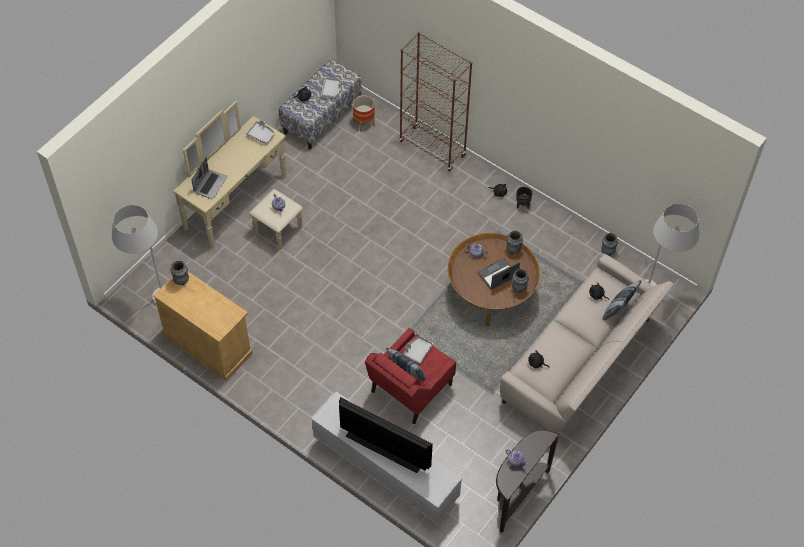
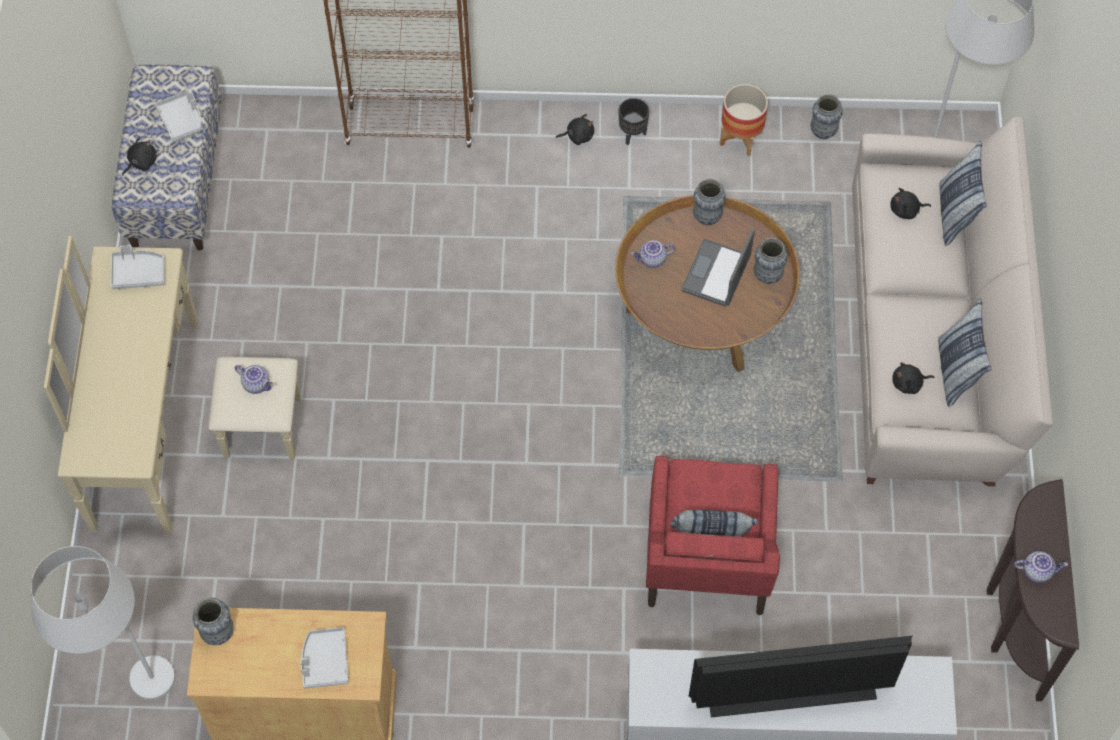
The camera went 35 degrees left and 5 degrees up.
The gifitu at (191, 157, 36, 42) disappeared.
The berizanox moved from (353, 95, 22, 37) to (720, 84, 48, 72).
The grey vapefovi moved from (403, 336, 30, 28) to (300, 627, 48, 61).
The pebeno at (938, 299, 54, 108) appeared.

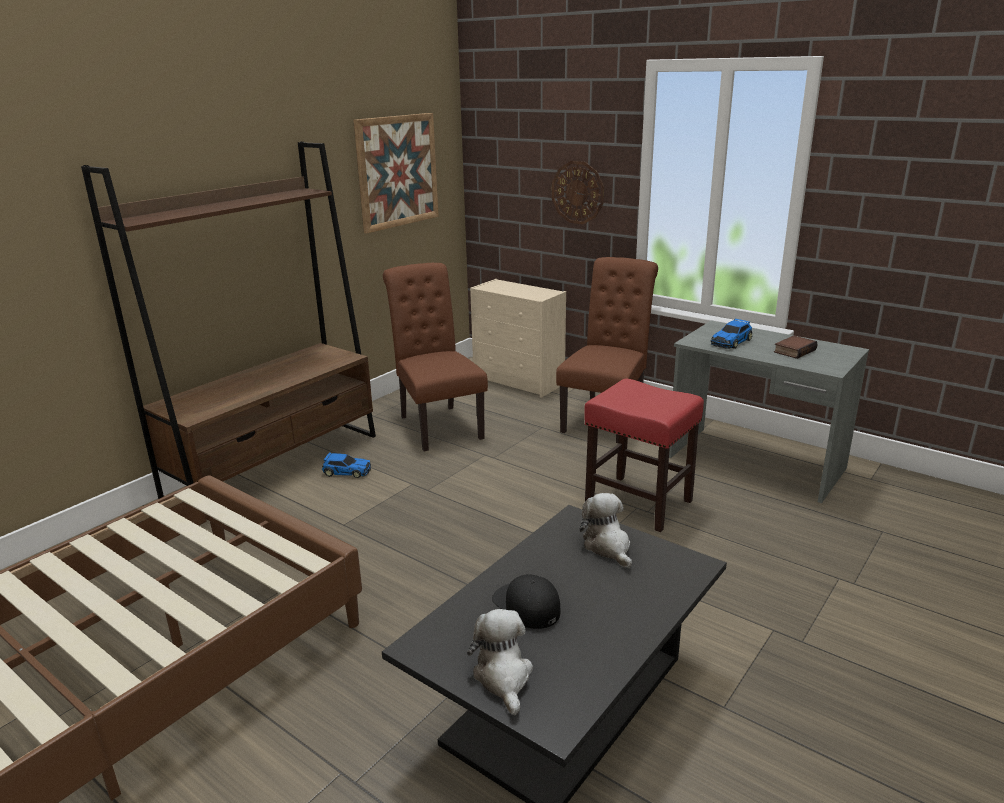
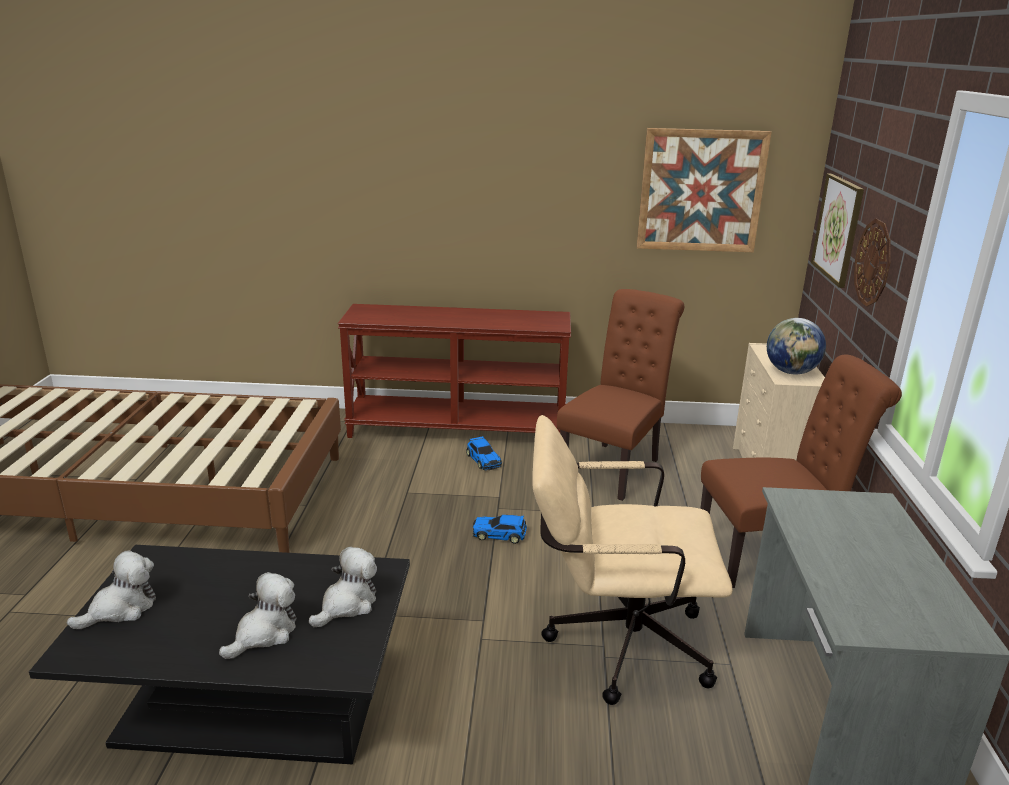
The camera went 55 degrees right and 0 degrees up.
The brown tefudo at (81, 141, 295, 358) was replaced by the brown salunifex at (338, 304, 233, 134).
The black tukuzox at (492, 574, 68, 55) disappeared.
The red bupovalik at (584, 378, 120, 154) was replaced by the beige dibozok at (532, 415, 201, 290).
The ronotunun moved from (711, 318, 41, 31) to (473, 515, 54, 29).
The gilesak at (774, 335, 44, 24) disappeared.
The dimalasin at (219, 572, 77, 87) appeared.
The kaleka at (767, 318, 59, 56) appeared.
The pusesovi at (811, 174, 53, 114) appeared.

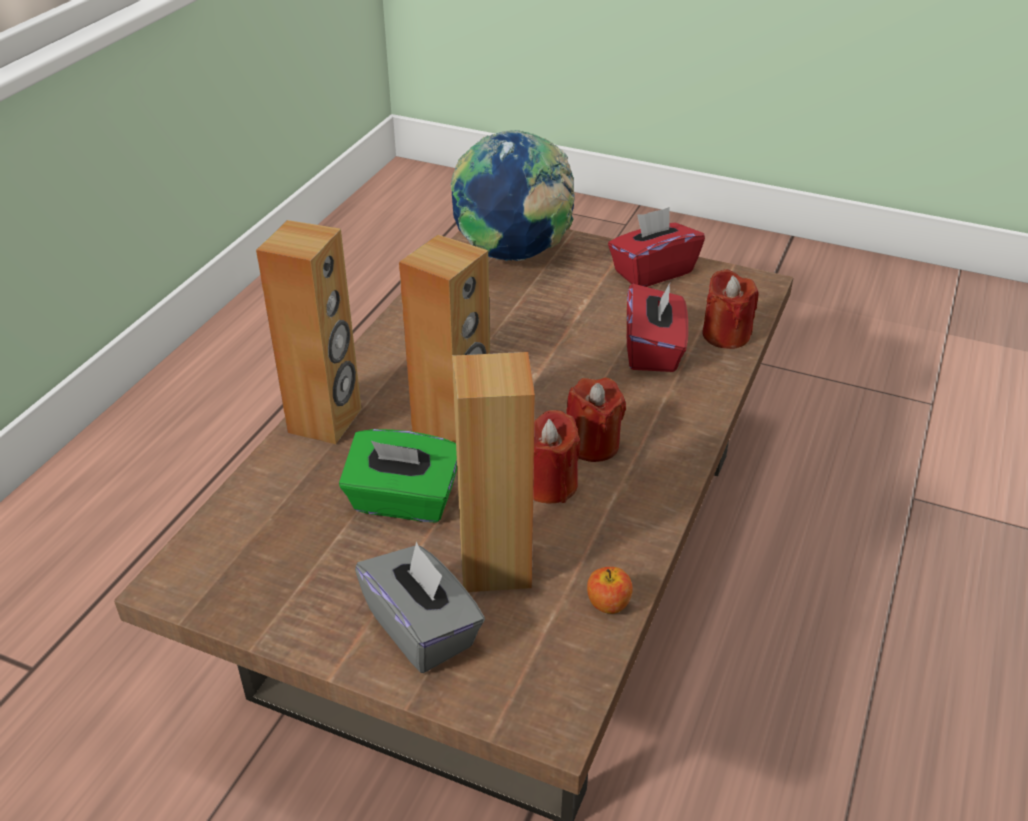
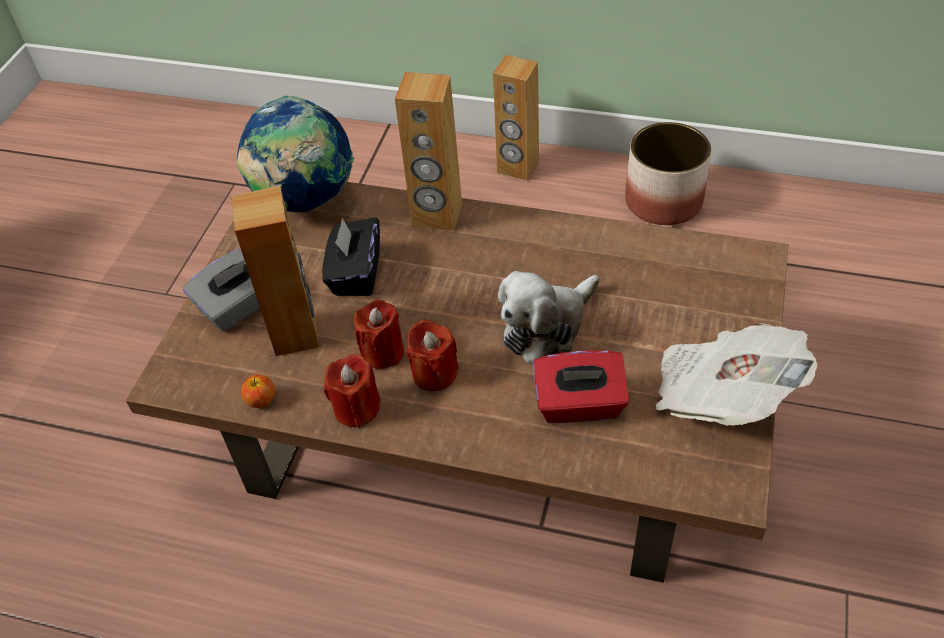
The camera went 85 degrees right and 10 degrees up.
The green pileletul at (339, 429, 118, 94) became the black pileletul at (322, 217, 58, 79).
The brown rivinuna moved from (399, 235, 91, 208) to (493, 55, 46, 126).
The kaleka moved from (451, 130, 124, 131) to (237, 96, 118, 116).
The red pileletul at (608, 207, 97, 80) was replaced by the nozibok at (656, 323, 161, 103).
The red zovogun moved from (702, 269, 57, 80) to (324, 354, 57, 74).
The dimalasin at (498, 271, 101, 94) appeared.
The berizanox at (625, 122, 87, 103) appeared.

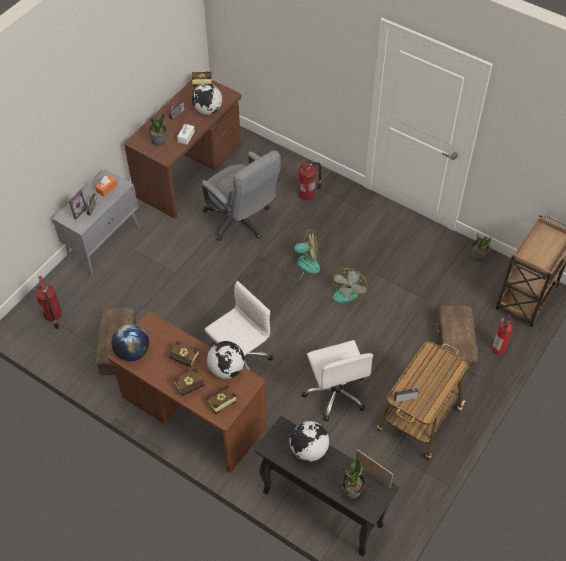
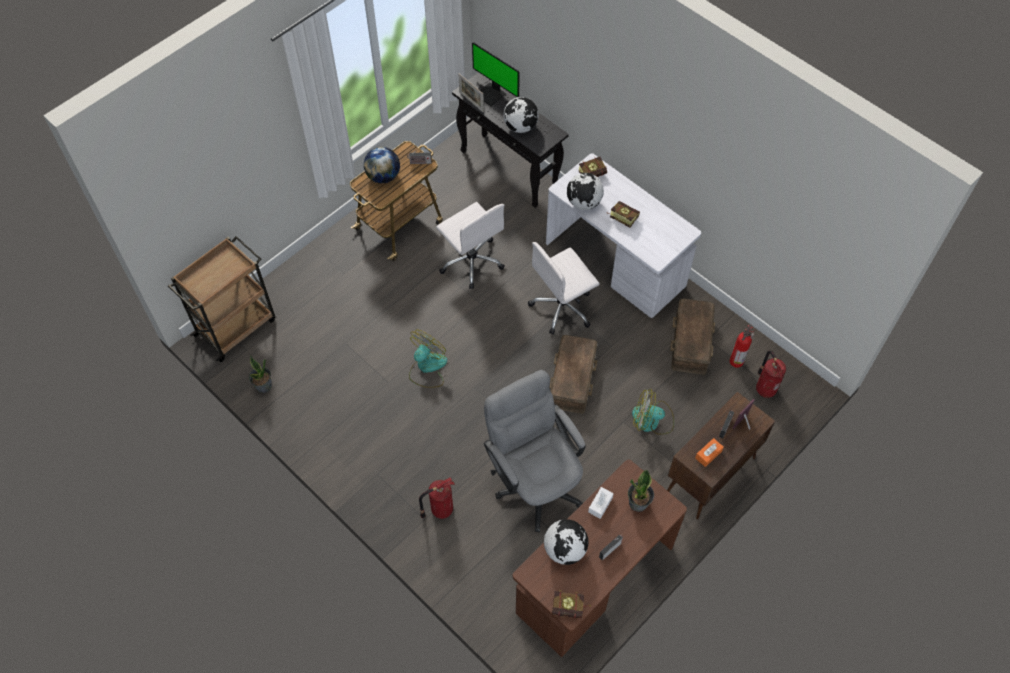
The camera went 170 degrees left and 5 degrees up.
The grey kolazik at (52, 169, 88, 107) became the brown kolazik at (667, 392, 108, 127).
The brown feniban at (108, 312, 158, 161) became the white feniban at (546, 153, 155, 165).
The kaleka moved from (112, 324, 37, 37) to (364, 147, 36, 36).
The gilesak at (174, 368, 31, 28) disappeared.
The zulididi moved from (284, 229, 36, 52) to (632, 389, 42, 46).
The white dibozok at (302, 340, 72, 82) turned 150 degrees clockwise.
The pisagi at (341, 458, 25, 41) was replaced by the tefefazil at (472, 42, 48, 64).
The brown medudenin moved from (436, 305, 42, 68) to (550, 335, 47, 79).
The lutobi moved from (492, 315, 21, 40) to (730, 324, 25, 44).

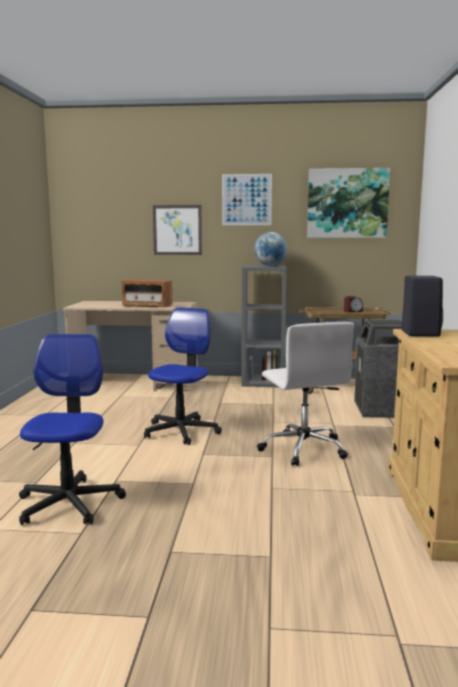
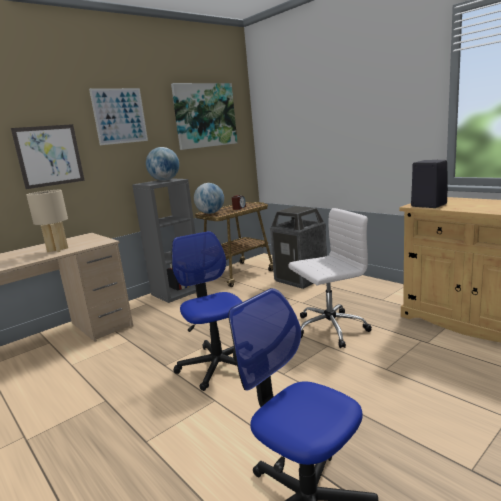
The camera went 45 degrees left and 5 degrees up.
The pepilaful at (121, 279, 51, 29) was replaced by the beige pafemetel at (26, 190, 42, 63).
The white dibozok at (257, 322, 97, 144) turned 45 degrees counterclockwise.
The kaleka at (194, 183, 30, 31) appeared.

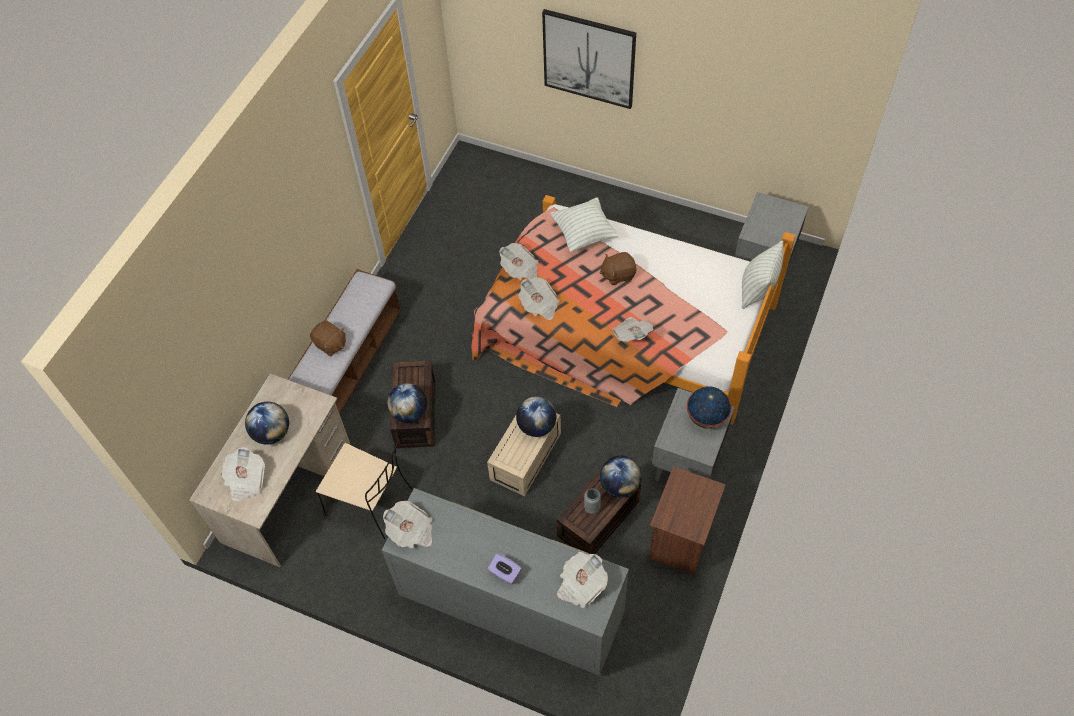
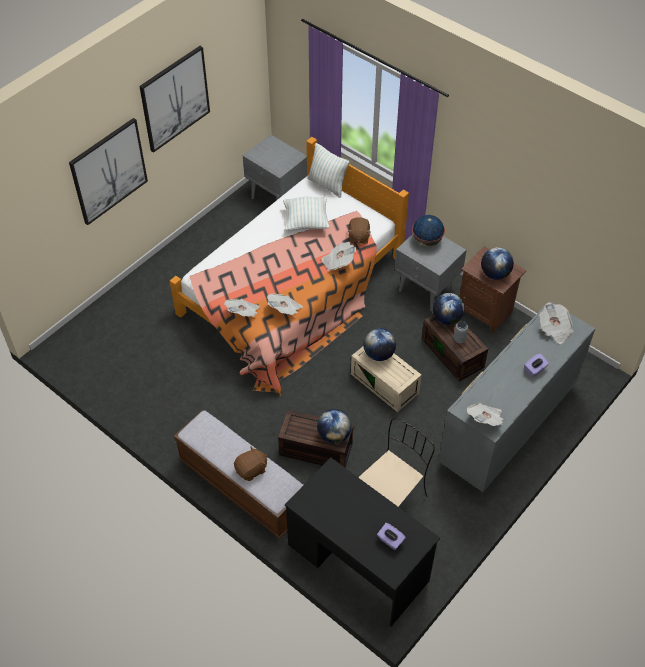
The camera went 75 degrees left and 5 degrees down.
The beige feniban at (189, 374, 161, 193) became the black feniban at (285, 458, 155, 168).
The nozibok at (221, 447, 44, 55) was replaced by the purple pileletul at (377, 523, 29, 27).
The kaleka moved from (245, 402, 44, 43) to (481, 247, 33, 33).
The pebeno moved from (550, 198, 69, 54) to (283, 197, 46, 33).
The brown dimalasin moved from (599, 252, 38, 33) to (347, 217, 24, 27).
The pusesovi at (139, 46, 71, 107) appeared.

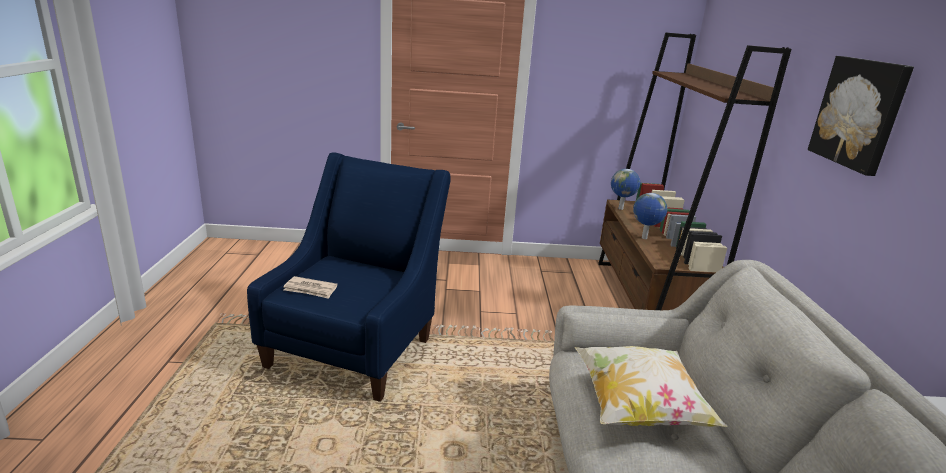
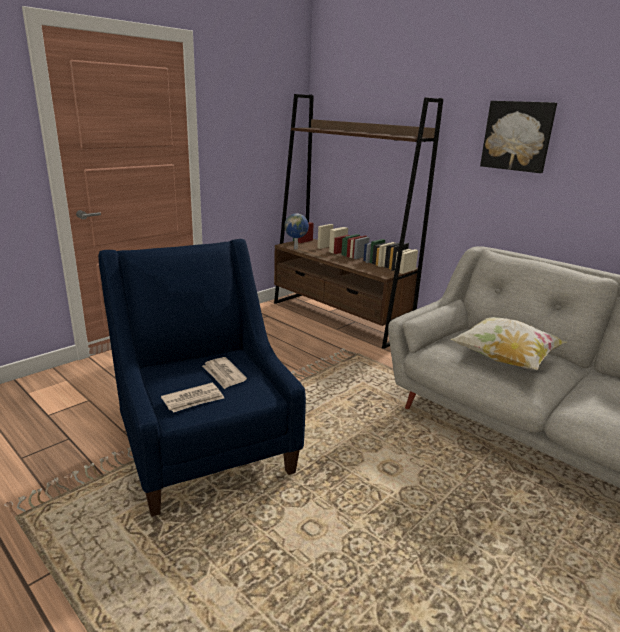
The camera went 45 degrees left and 0 degrees up.
The kaleka at (633, 193, 34, 46) disappeared.
The nozibok at (202, 357, 45, 32) appeared.

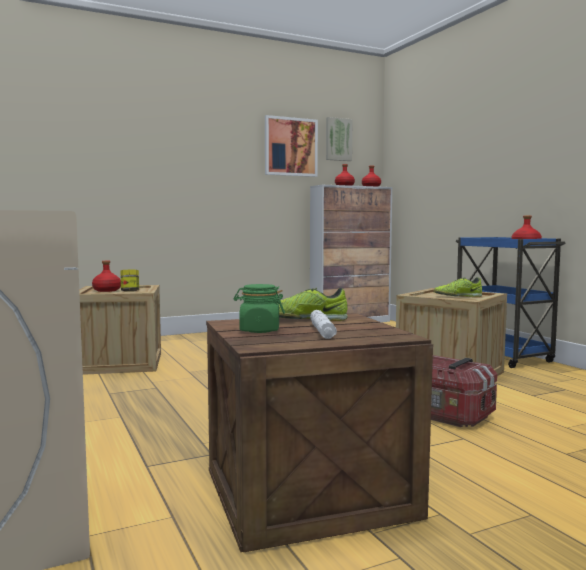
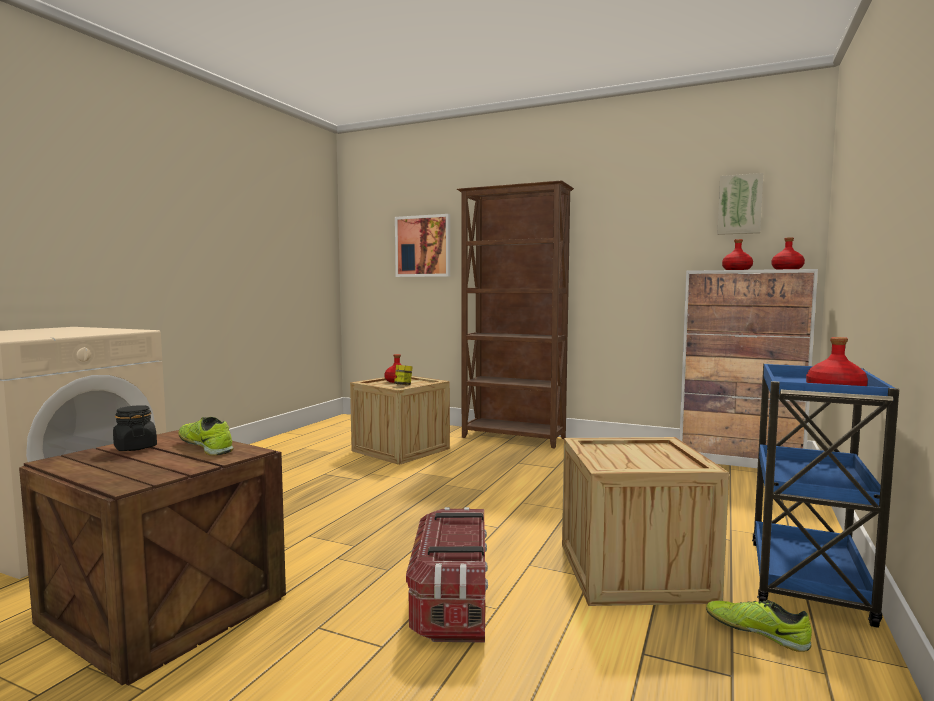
The camera went 50 degrees right and 0 degrees up.
The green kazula at (234, 284, 51, 49) became the black kazula at (113, 405, 44, 46).
The pusesovi moved from (265, 115, 53, 62) to (395, 214, 55, 63).
The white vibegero at (310, 310, 27, 29) disappeared.
The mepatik moved from (433, 277, 49, 20) to (706, 600, 106, 52).
The brown tefudo at (457, 180, 117, 269) appeared.

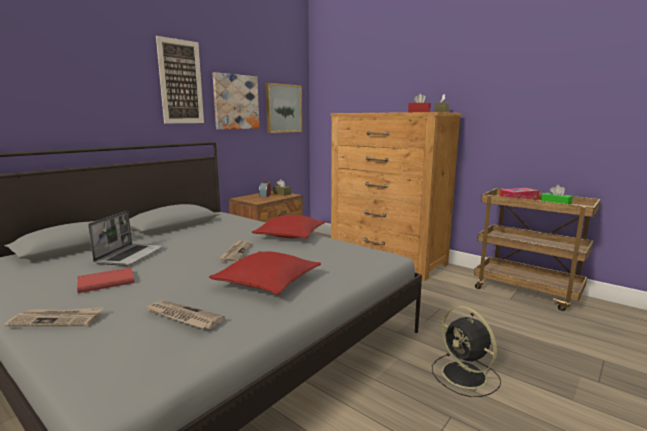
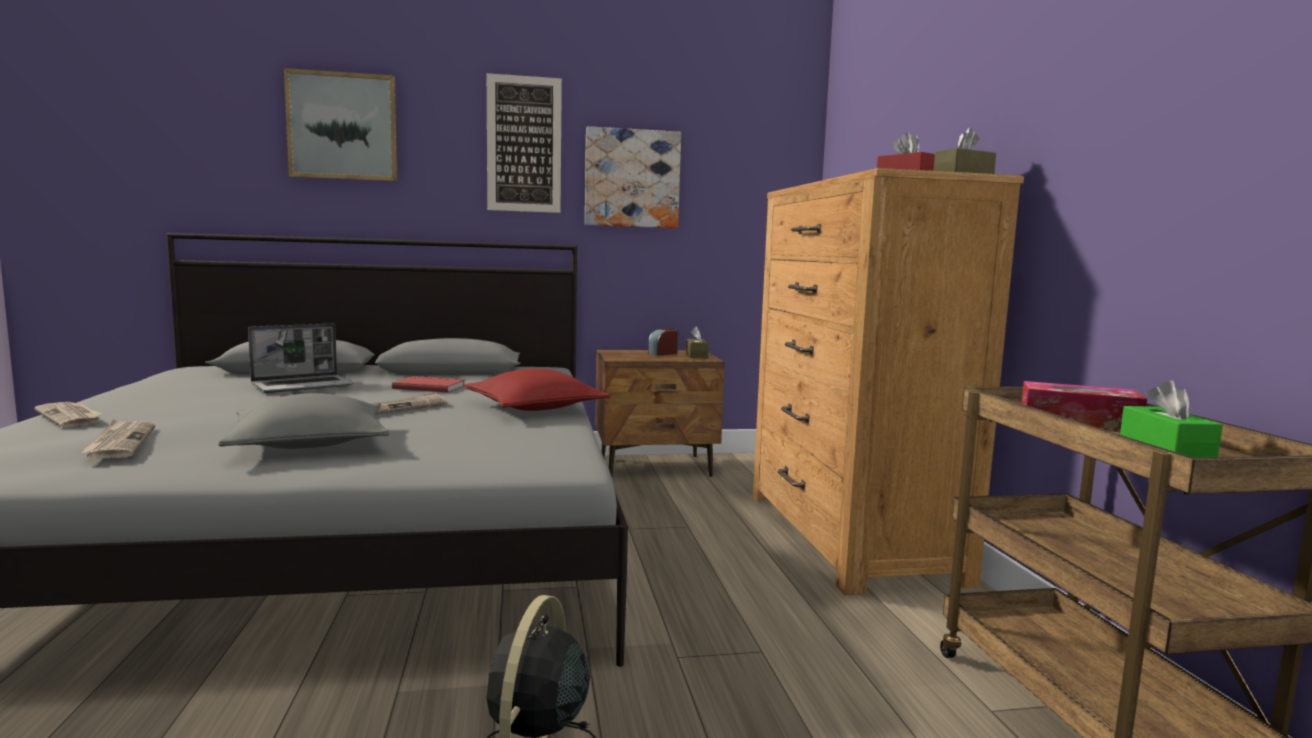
The camera went 40 degrees right and 5 degrees down.
The red gilesak moved from (77, 267, 58, 26) to (392, 376, 74, 16).
The red pebeno at (209, 251, 112, 44) became the grey pebeno at (218, 393, 172, 56).
The pusesovi moved from (266, 83, 36, 50) to (284, 68, 113, 113).

